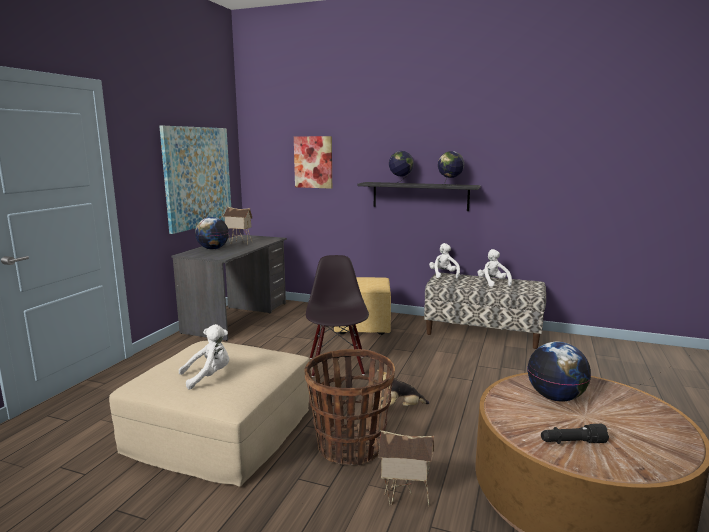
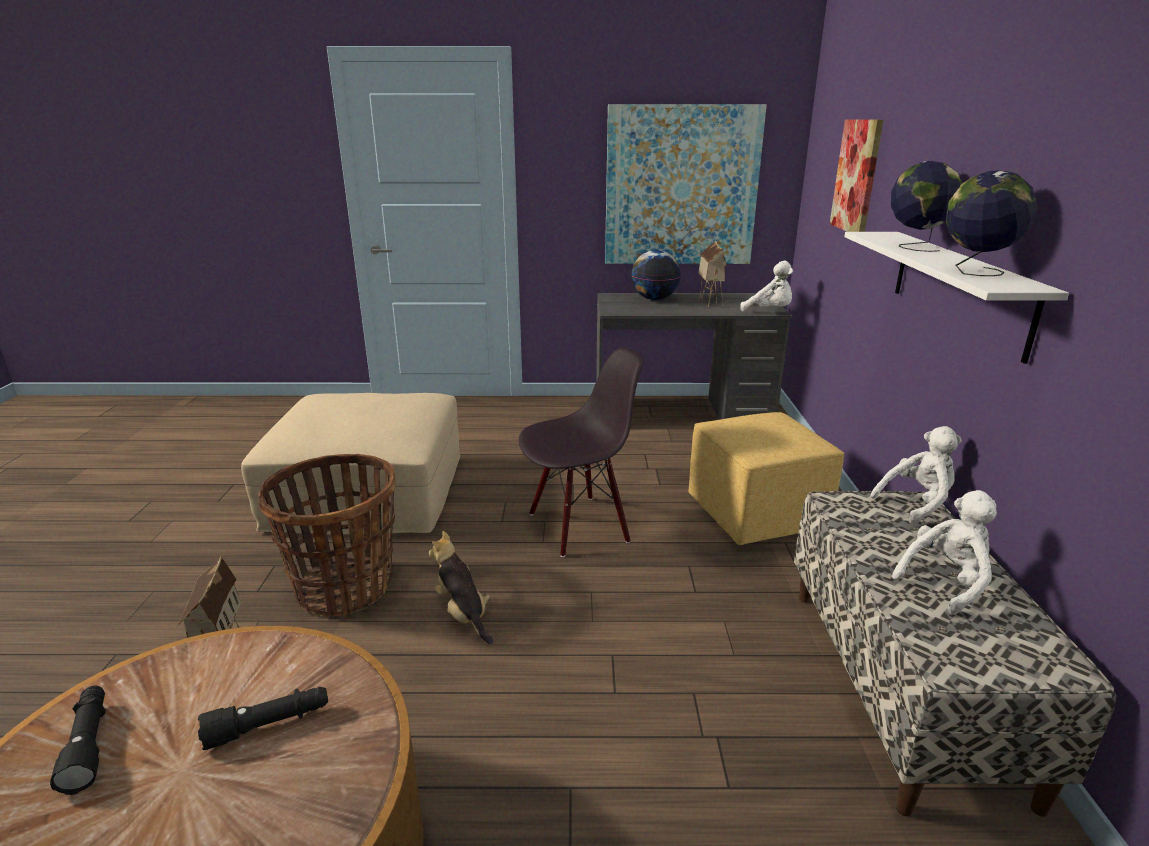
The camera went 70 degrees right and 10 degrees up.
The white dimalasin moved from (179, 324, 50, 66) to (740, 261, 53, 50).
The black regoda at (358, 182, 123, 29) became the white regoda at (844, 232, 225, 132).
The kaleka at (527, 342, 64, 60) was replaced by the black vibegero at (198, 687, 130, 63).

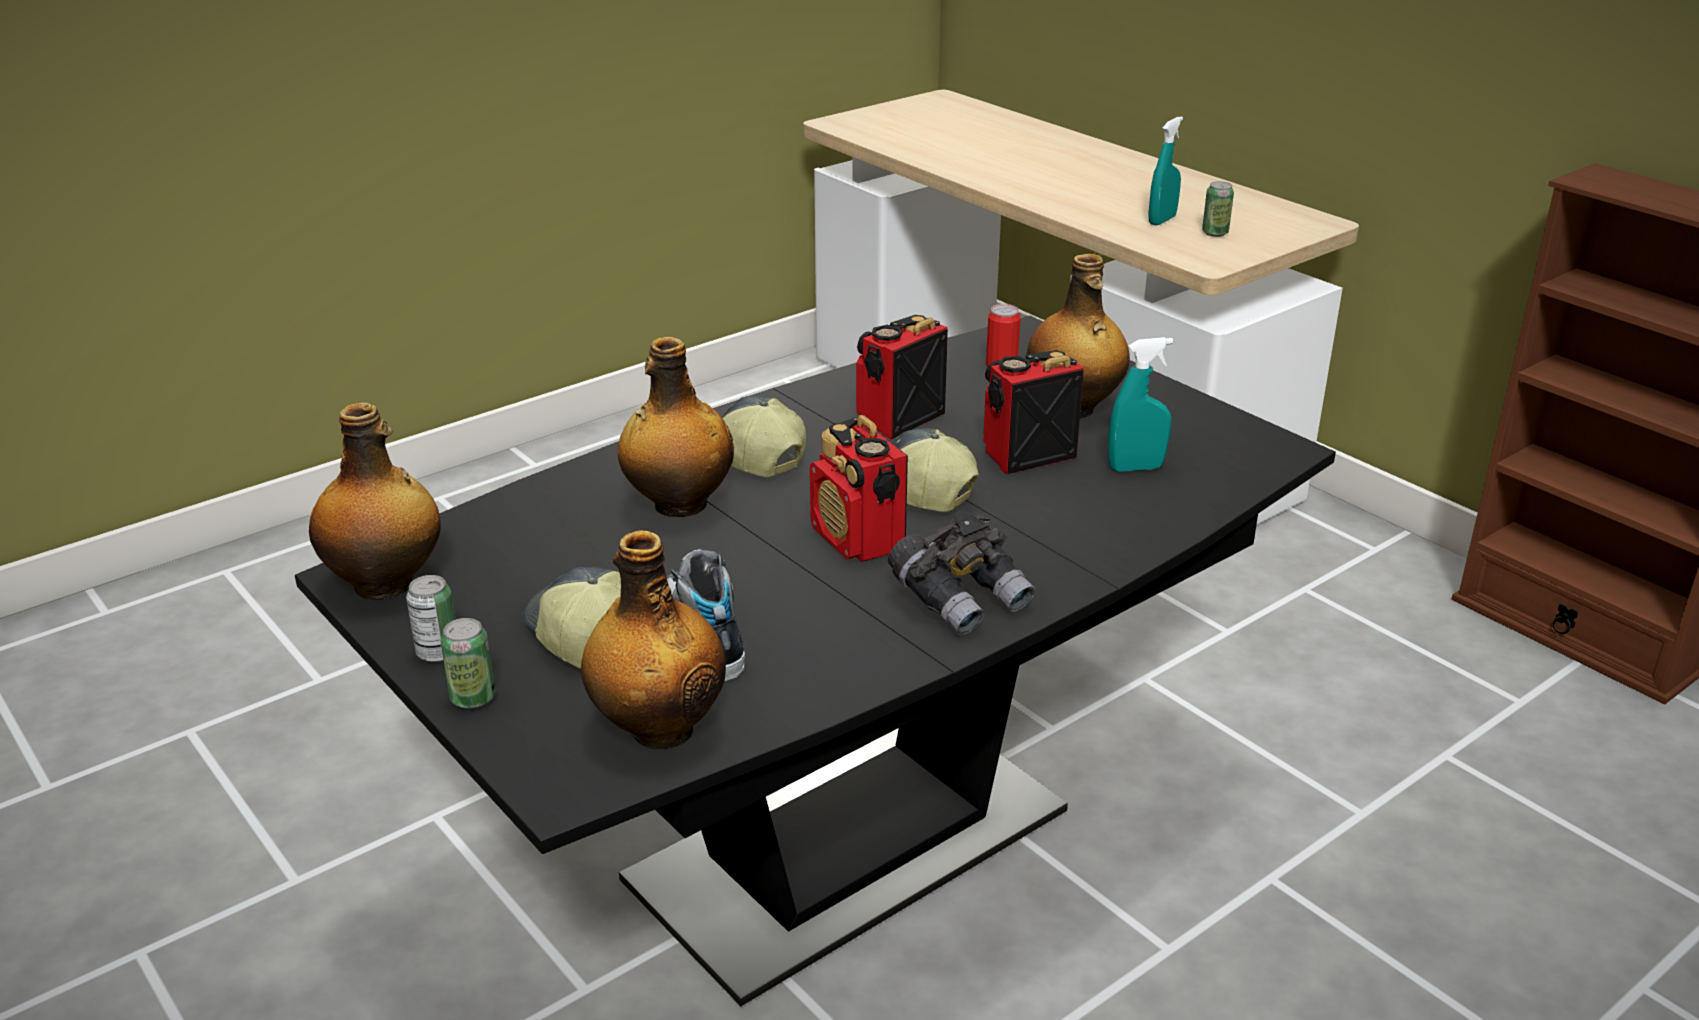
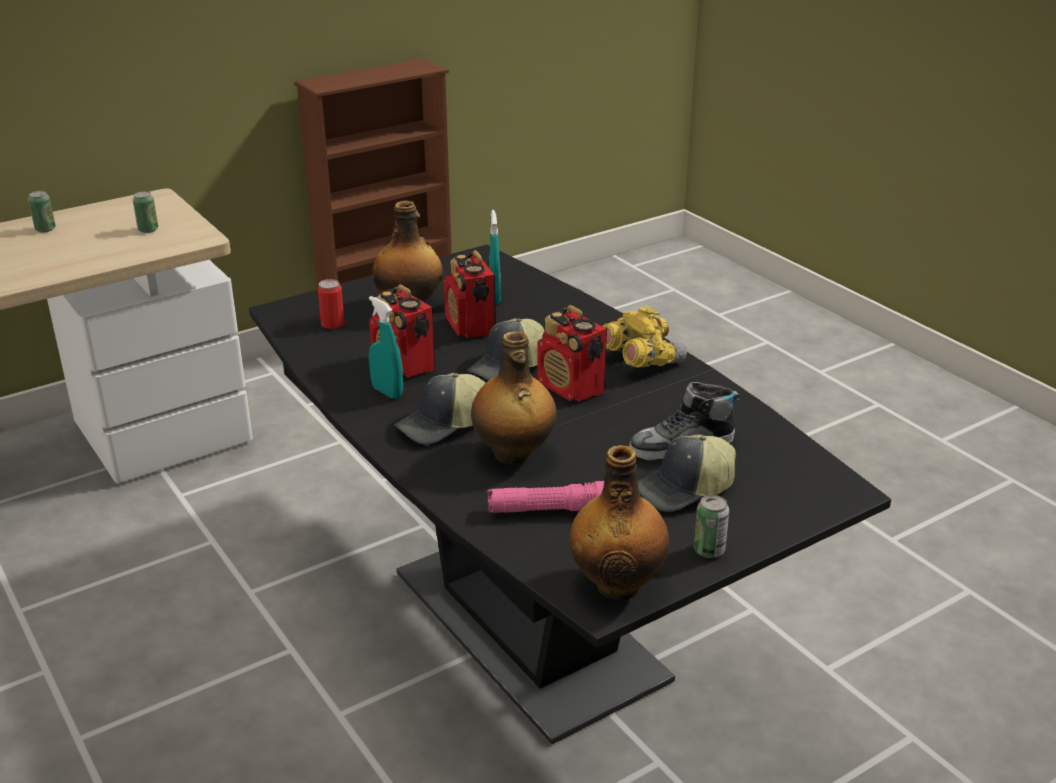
The camera went 85 degrees left and 0 degrees up.
The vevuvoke moved from (441, 618, 54, 91) to (28, 191, 28, 41).
The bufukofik at (581, 531, 145, 218) disappeared.
The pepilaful at (810, 415, 98, 147) turned 75 degrees clockwise.
The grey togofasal at (888, 510, 147, 125) became the yellow togofasal at (602, 306, 85, 62).
The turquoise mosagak moved from (1148, 116, 35, 109) to (369, 296, 34, 103).
The pink vibegero at (488, 481, 116, 32) appeared.

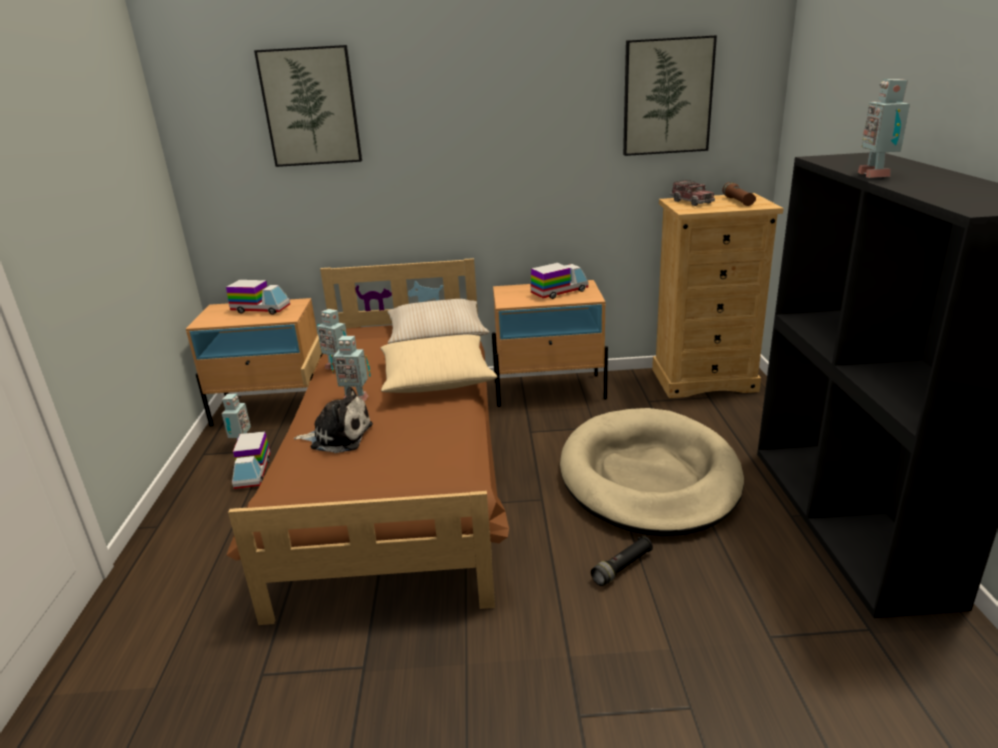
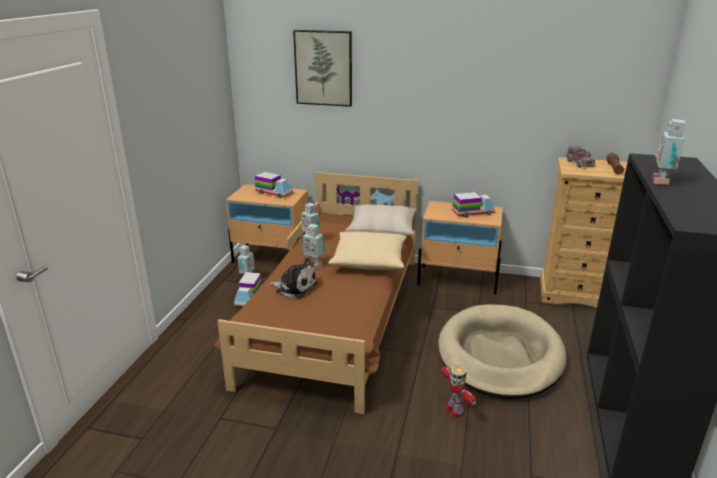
The camera went 15 degrees right and 0 degrees up.
The black vibegero at (591, 536, 62, 50) was replaced by the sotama at (441, 366, 36, 51).
The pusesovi at (623, 35, 94, 121) disappeared.

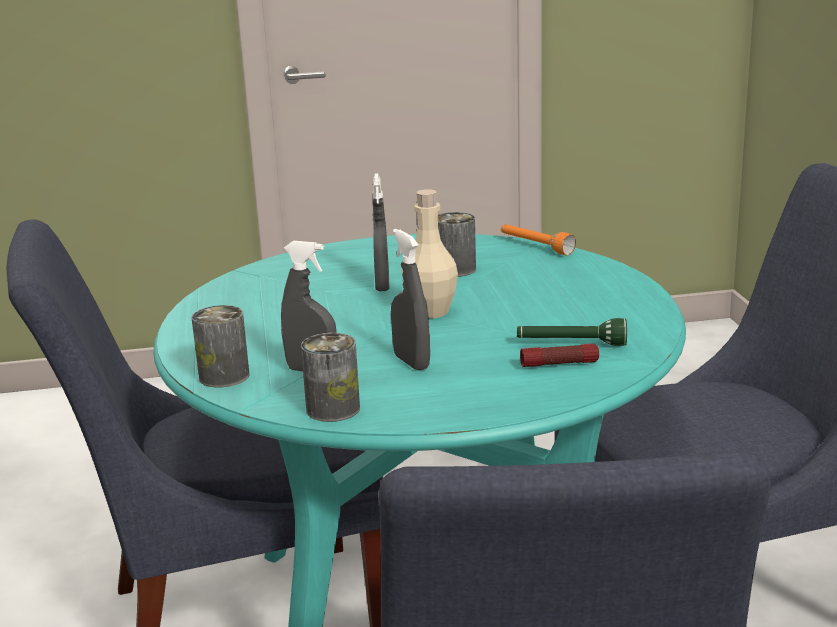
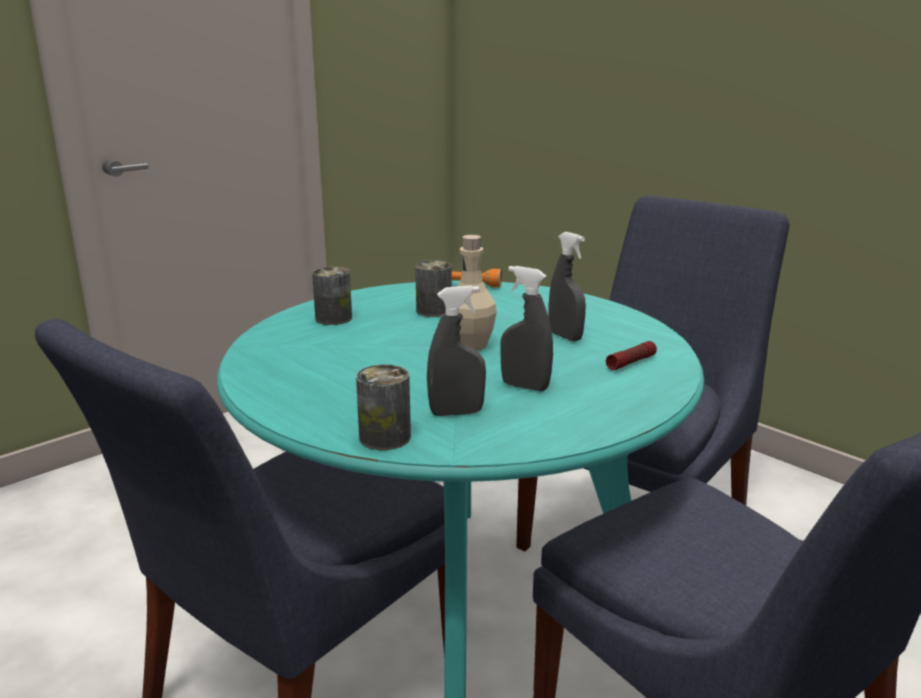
The camera went 35 degrees left and 0 degrees up.
The vevuvoke moved from (301, 333, 59, 89) to (312, 267, 40, 58).
The grey mosagak moved from (373, 173, 16, 118) to (548, 232, 38, 109).
The green vibegero at (517, 318, 110, 28) disappeared.

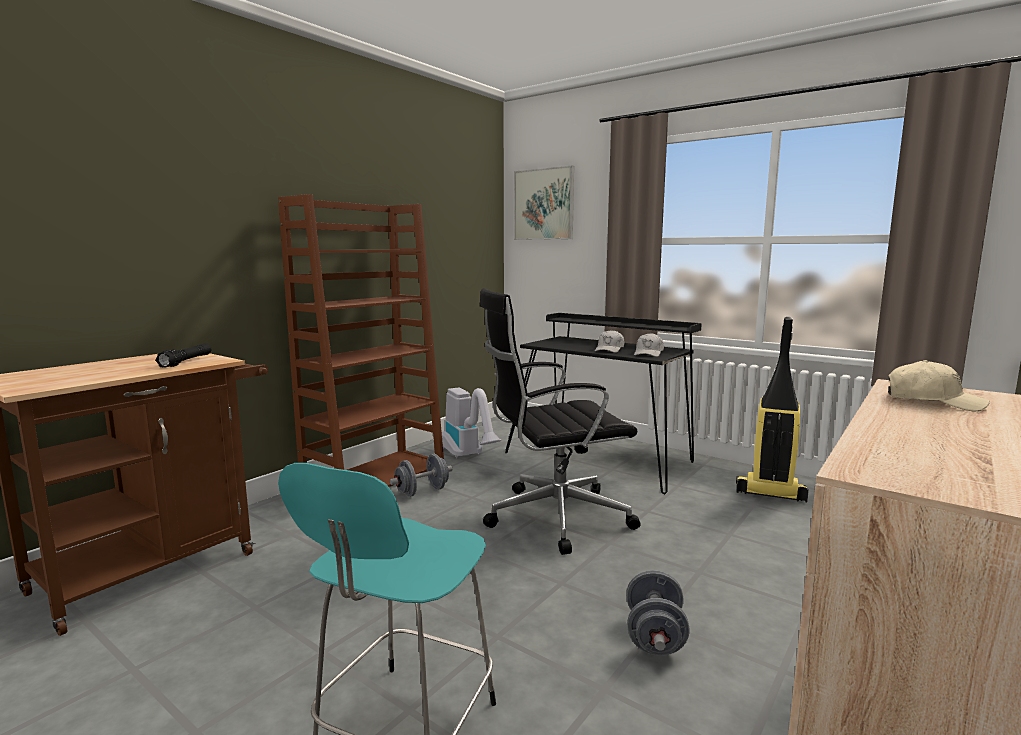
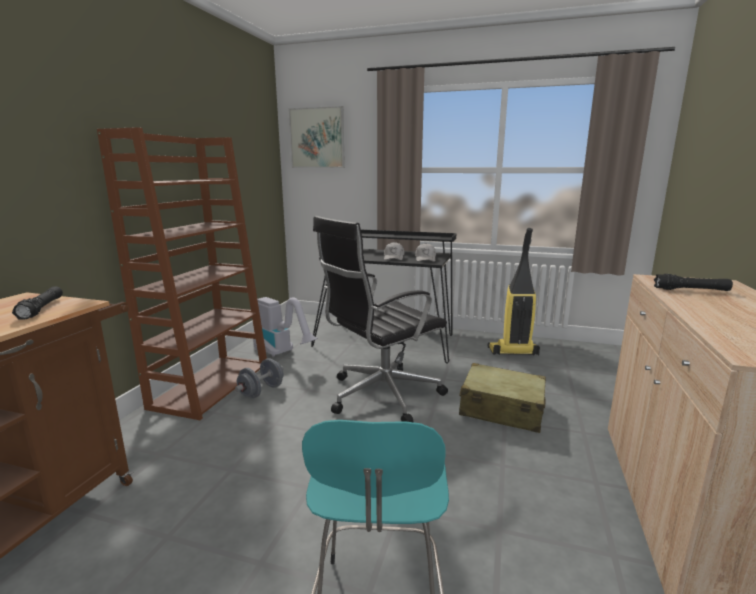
The camera went 20 degrees left and 5 degrees up.
The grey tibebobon at (627, 570, 63, 86) disappeared.
The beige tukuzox at (888, 360, 102, 51) was replaced by the black vibegero at (654, 274, 79, 17).
The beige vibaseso at (459, 363, 87, 70) appeared.

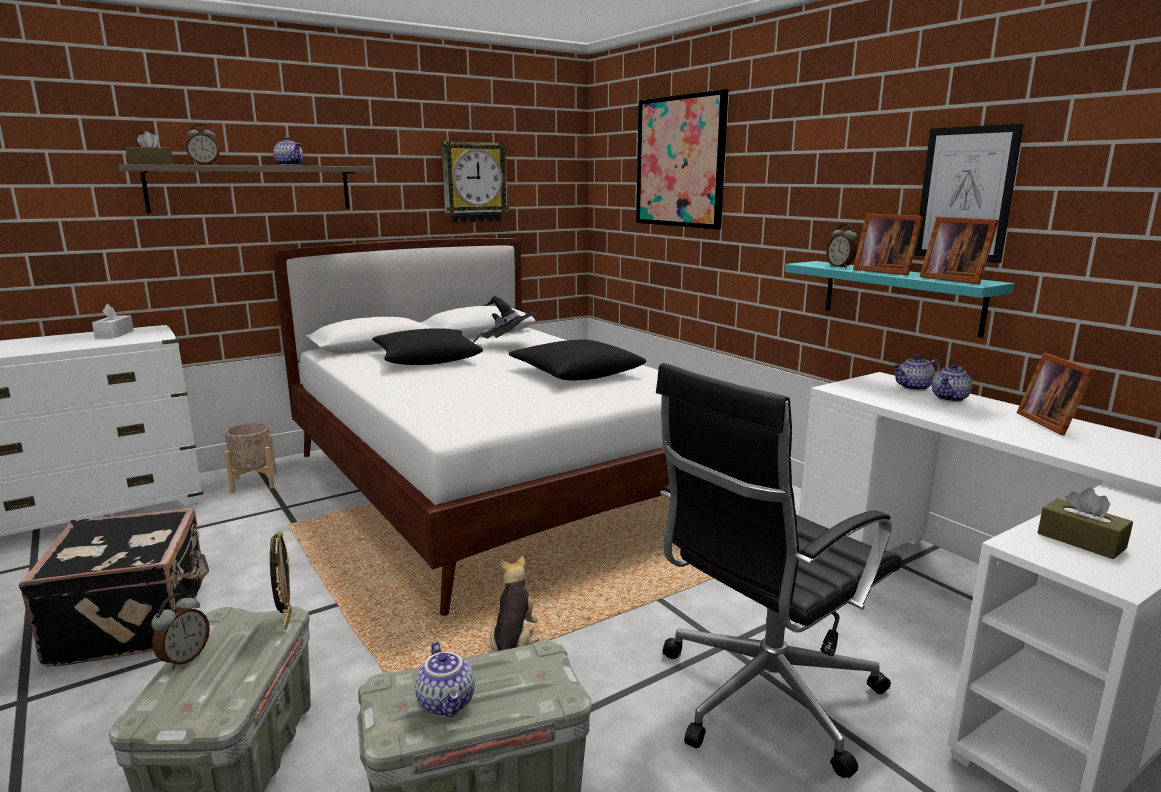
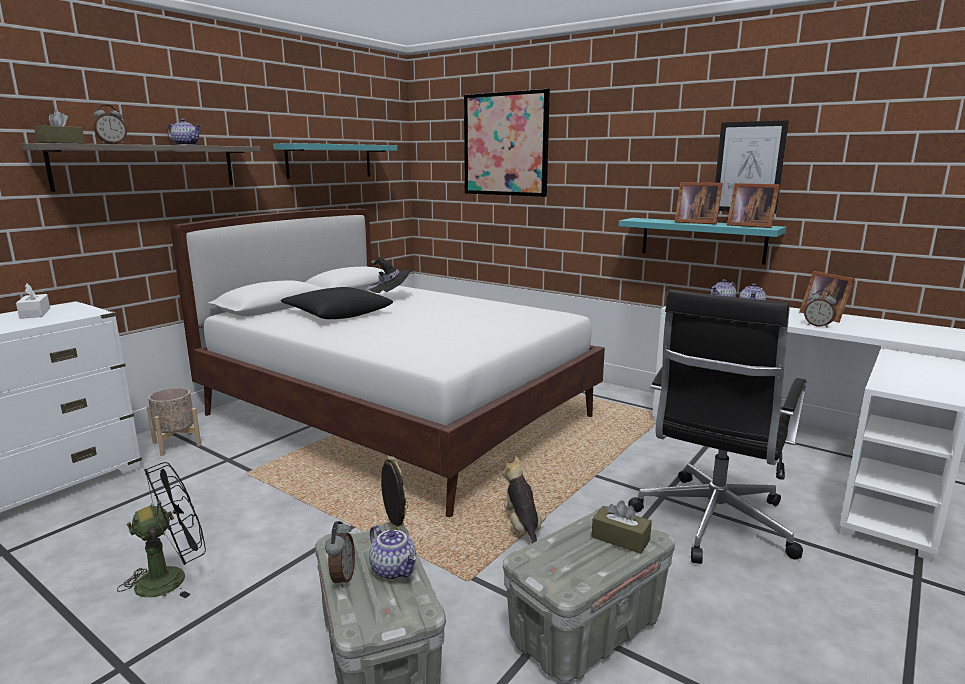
The camera went 20 degrees left and 0 degrees up.
The black vibaseso at (19, 508, 190, 159) was replaced by the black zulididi at (117, 462, 89, 136).
The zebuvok moved from (415, 642, 60, 75) to (369, 525, 48, 55).
The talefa at (442, 141, 67, 82) was replaced by the turquoise regoda at (273, 143, 124, 36).
The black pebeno at (509, 339, 137, 41) disappeared.
The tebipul moved from (826, 224, 31, 44) to (804, 290, 32, 38).
The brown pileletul moved from (1038, 488, 95, 71) to (592, 500, 60, 54).

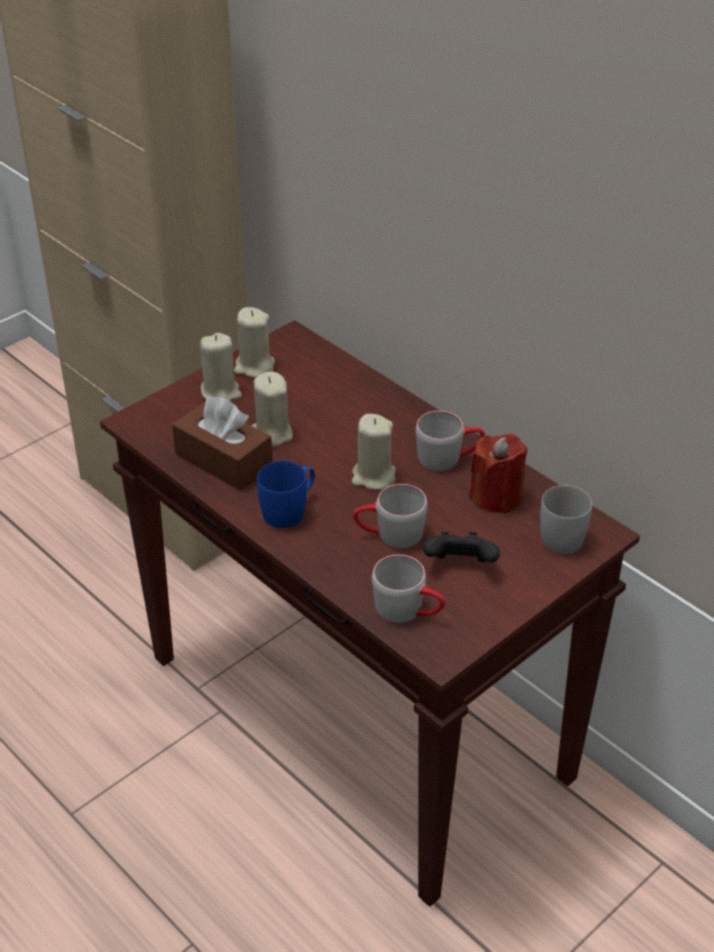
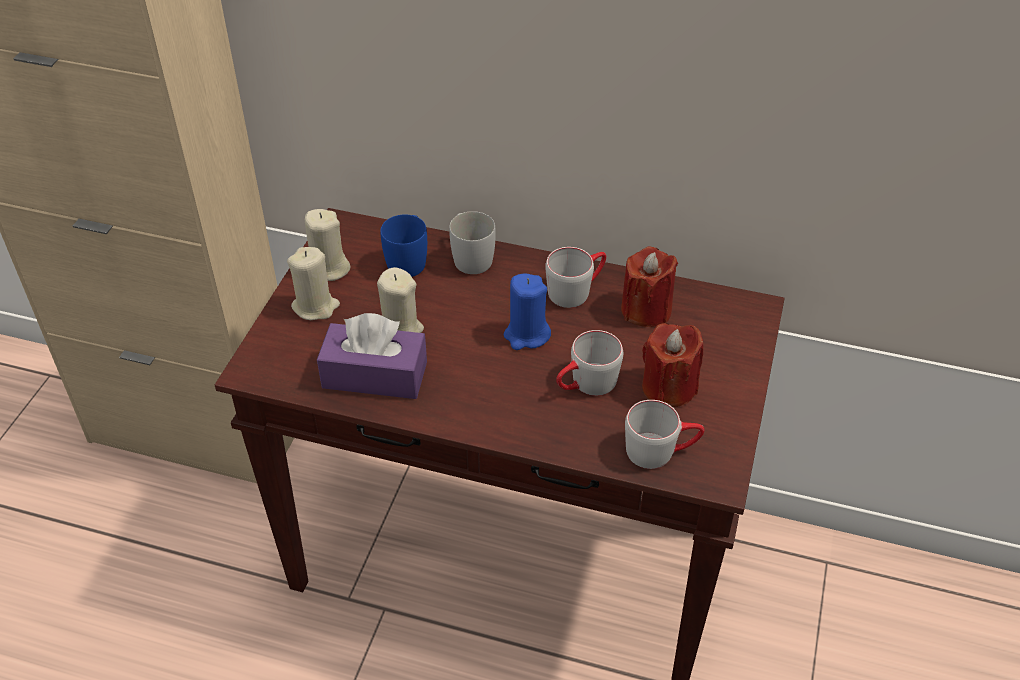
The camera went 30 degrees left and 5 degrees up.
The brown pileletul at (172, 396, 101, 94) became the purple pileletul at (317, 313, 110, 86).
The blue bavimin moved from (257, 461, 58, 67) to (380, 215, 47, 62).
The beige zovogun at (352, 414, 44, 76) became the blue zovogun at (504, 273, 47, 77).
The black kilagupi at (423, 531, 77, 32) was replaced by the red zovogun at (642, 323, 61, 84).
The white bavimin moved from (540, 485, 52, 69) to (449, 211, 47, 63).

